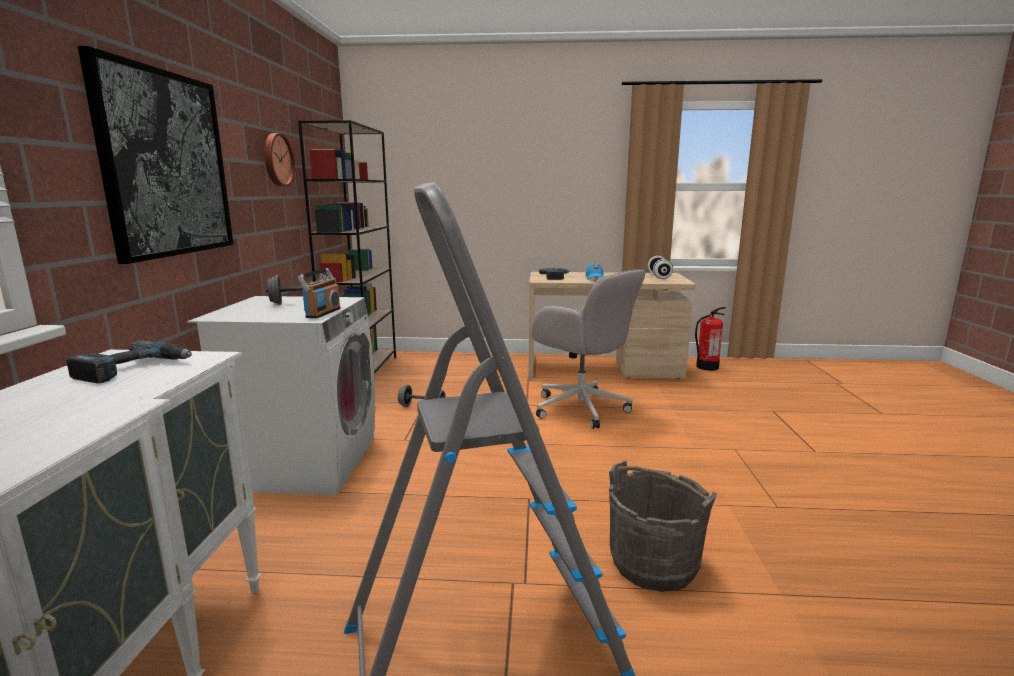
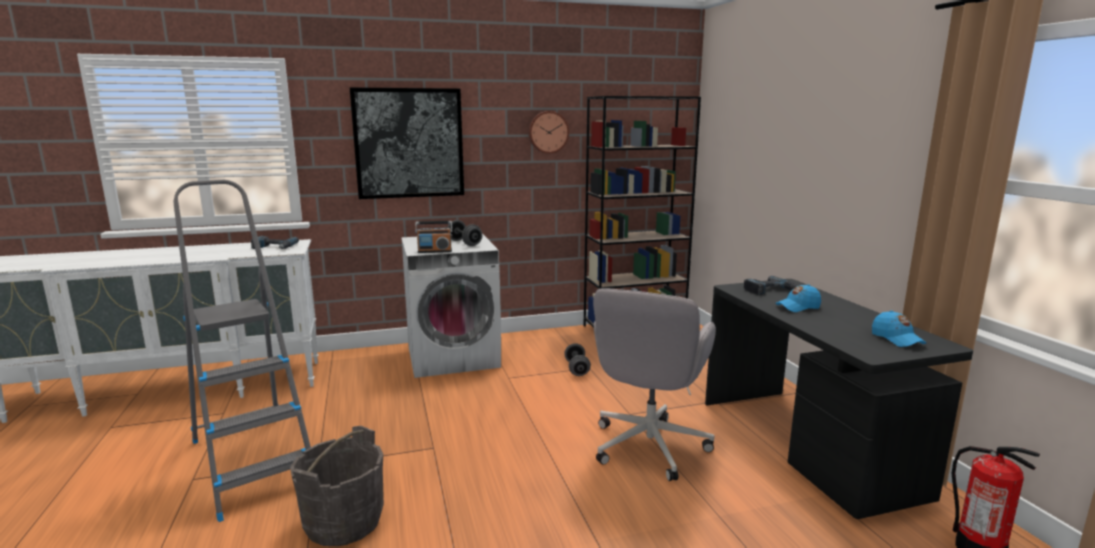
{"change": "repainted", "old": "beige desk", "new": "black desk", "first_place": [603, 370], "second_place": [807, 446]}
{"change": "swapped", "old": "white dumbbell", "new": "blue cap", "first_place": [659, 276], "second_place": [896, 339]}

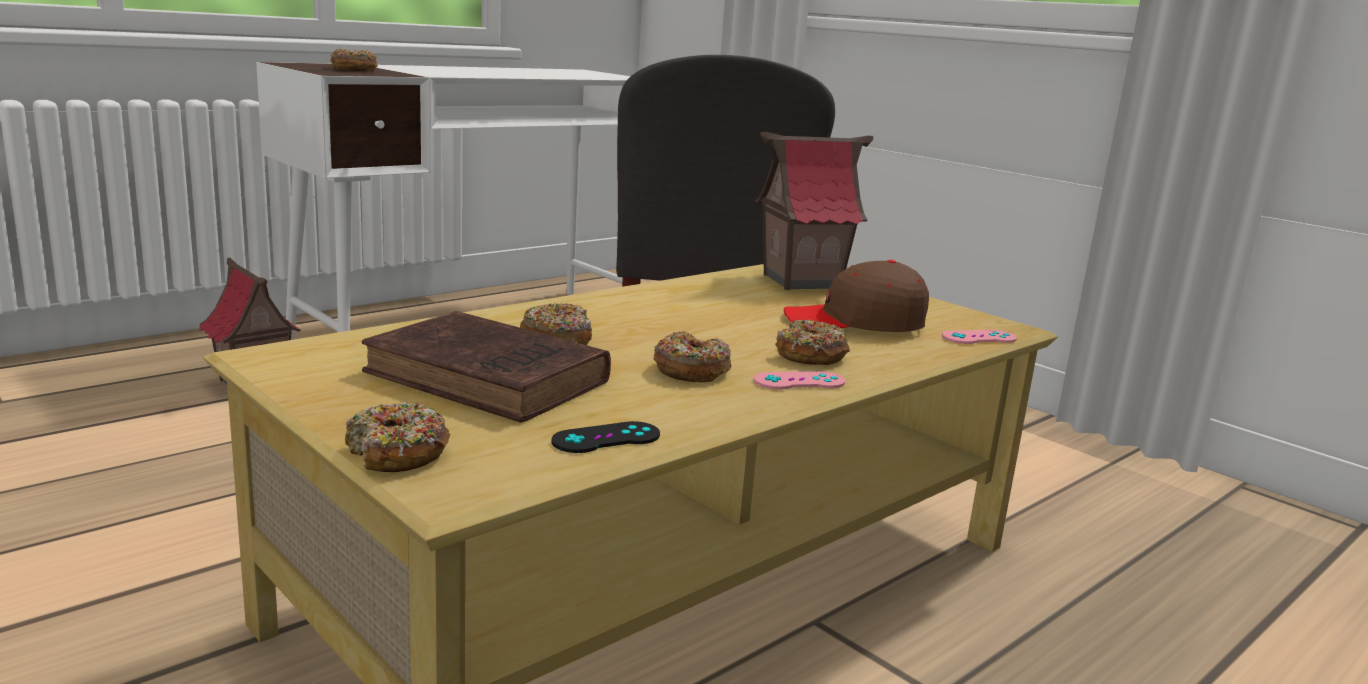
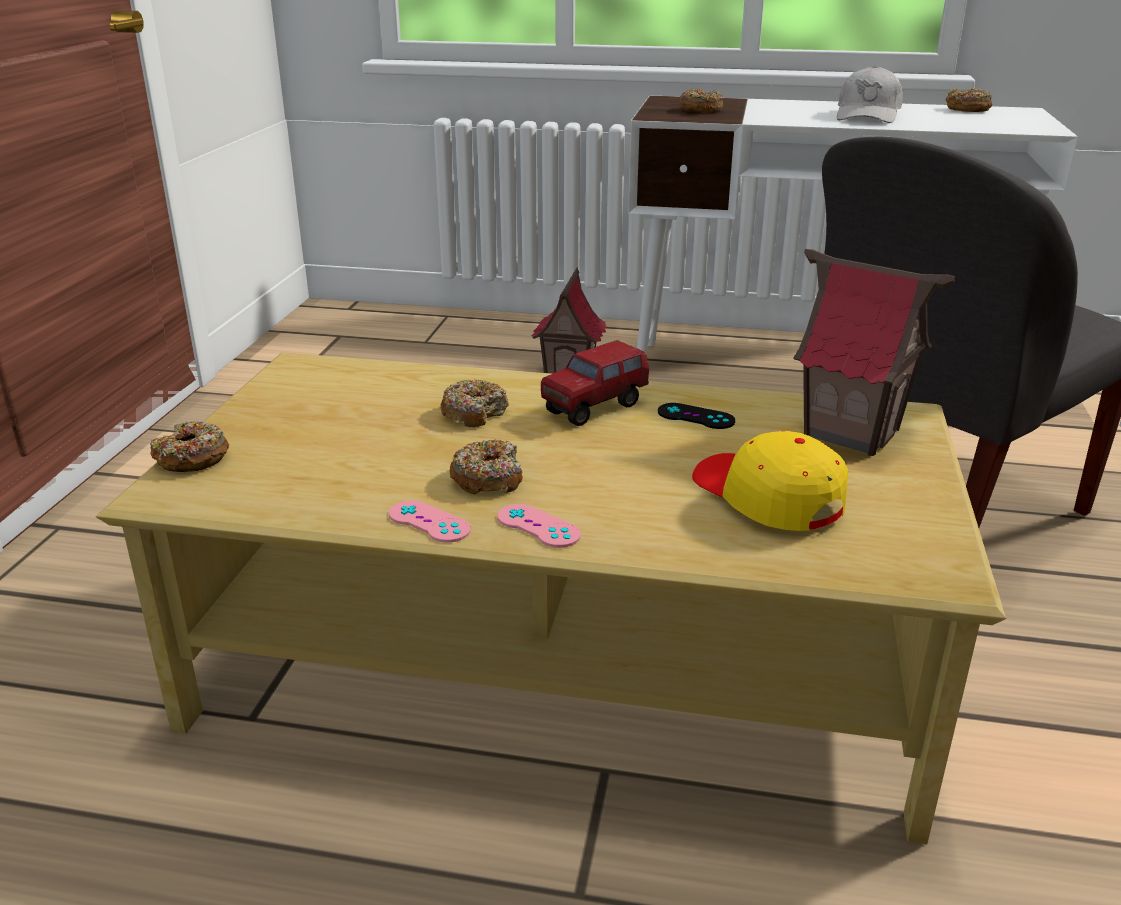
{"change": "gone", "old": "brown book", "first_place": [492, 379]}
{"change": "shifted", "old": "black game controller", "first_place": [606, 438], "second_place": [695, 416]}
{"change": "shifted", "old": "donut", "first_place": [810, 355], "second_place": [967, 109]}
{"change": "repainted", "old": "brown cap", "new": "yellow cap", "first_place": [855, 323], "second_place": [767, 497]}
{"change": "shifted", "old": "pink game controller", "first_place": [979, 338], "second_place": [429, 522]}
{"change": "new", "new": "toy truck", "second_place": [595, 408]}
{"change": "new", "new": "white cap", "second_place": [868, 115]}

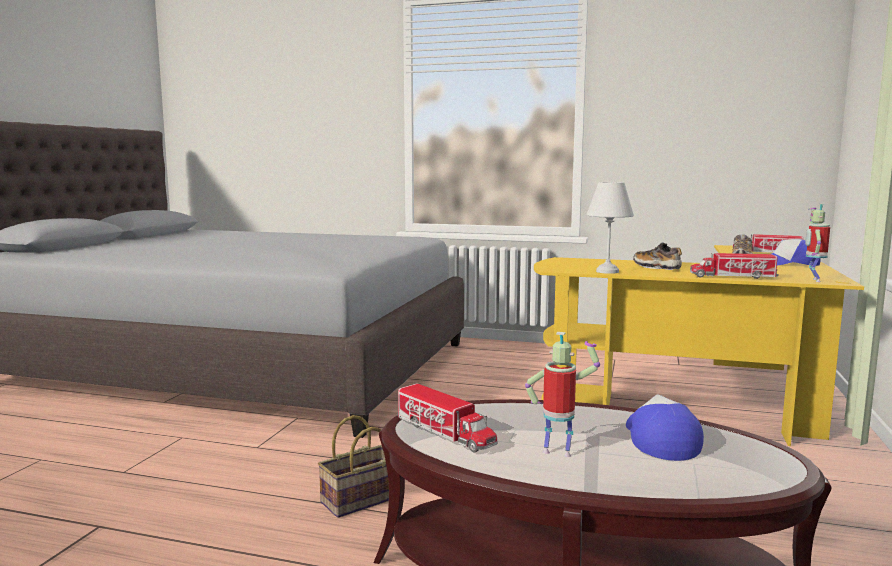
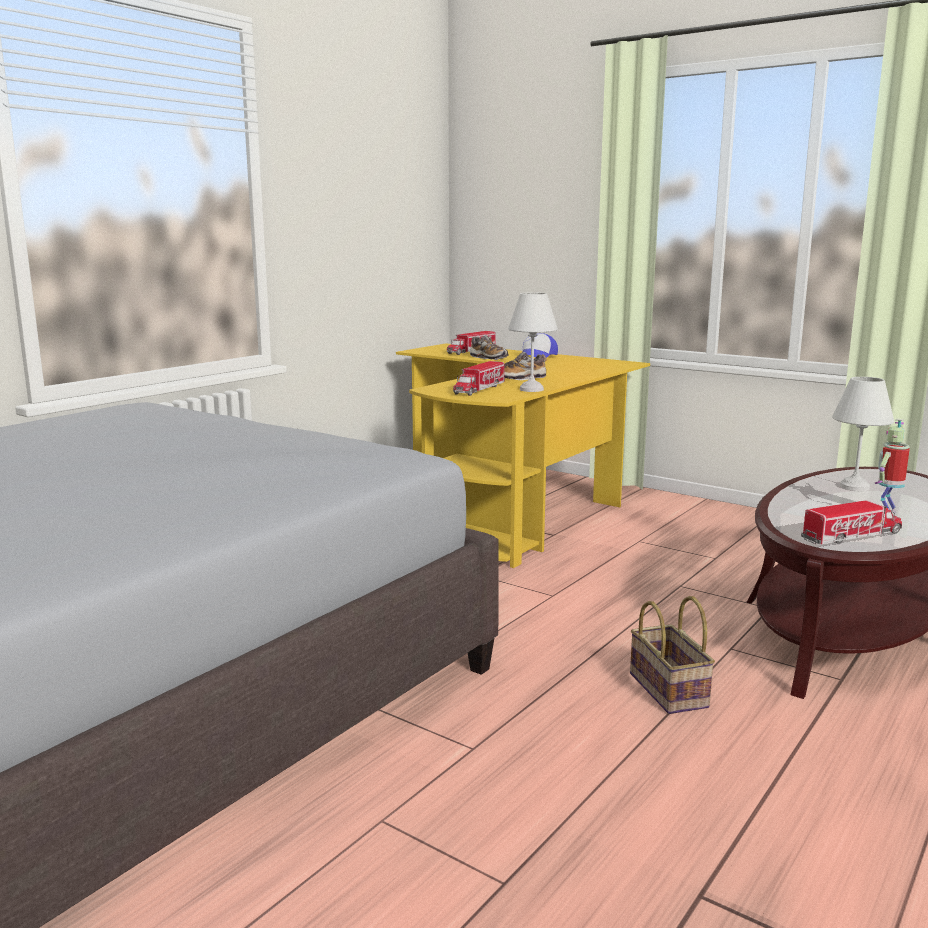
{"change": "swapped", "old": "cap", "new": "white table lamp", "first_place": [659, 440], "second_place": [856, 487]}
{"change": "shifted", "old": "toy truck", "first_place": [733, 277], "second_place": [479, 389]}
{"change": "gone", "old": "toy robot", "first_place": [813, 280]}

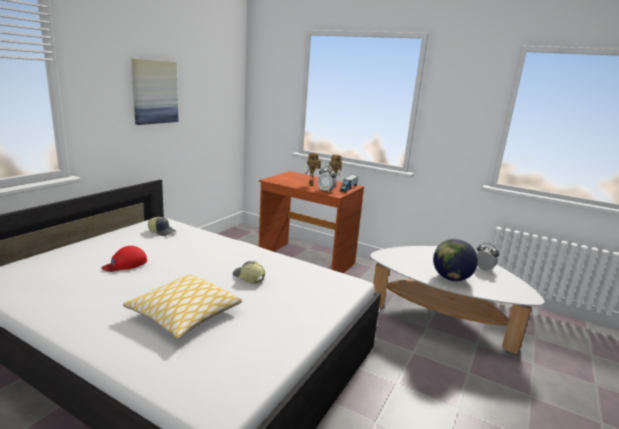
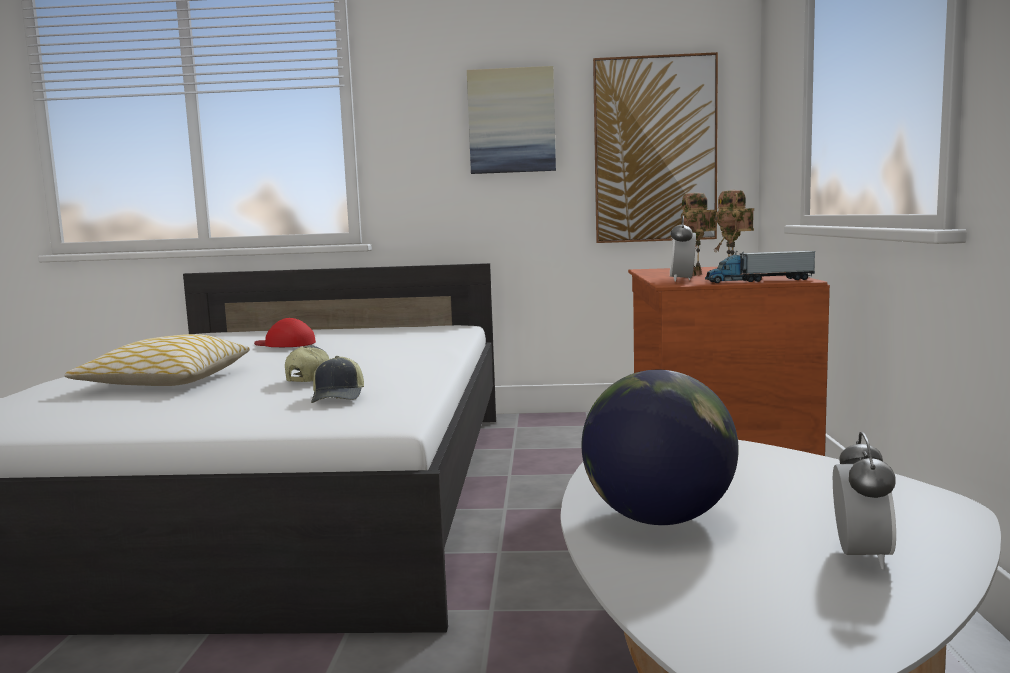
{"change": "shifted", "old": "cap", "first_place": [162, 232], "second_place": [339, 397]}
{"change": "new", "new": "picture", "second_place": [654, 150]}

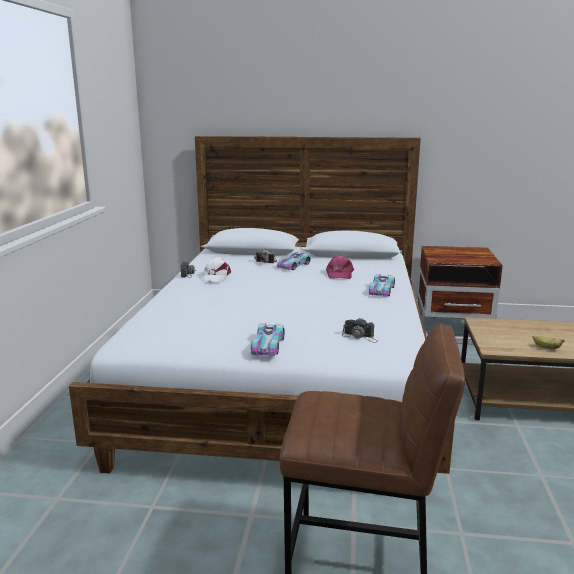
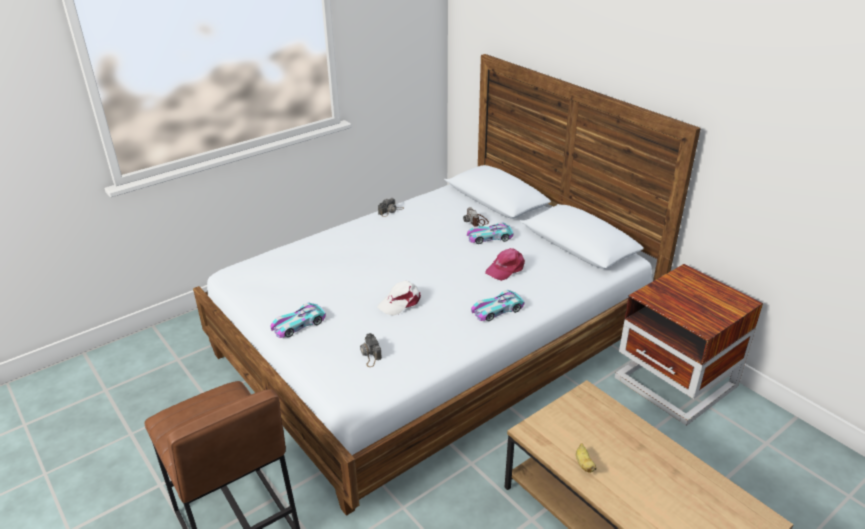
{"change": "shifted", "old": "white cap", "first_place": [215, 276], "second_place": [400, 302]}

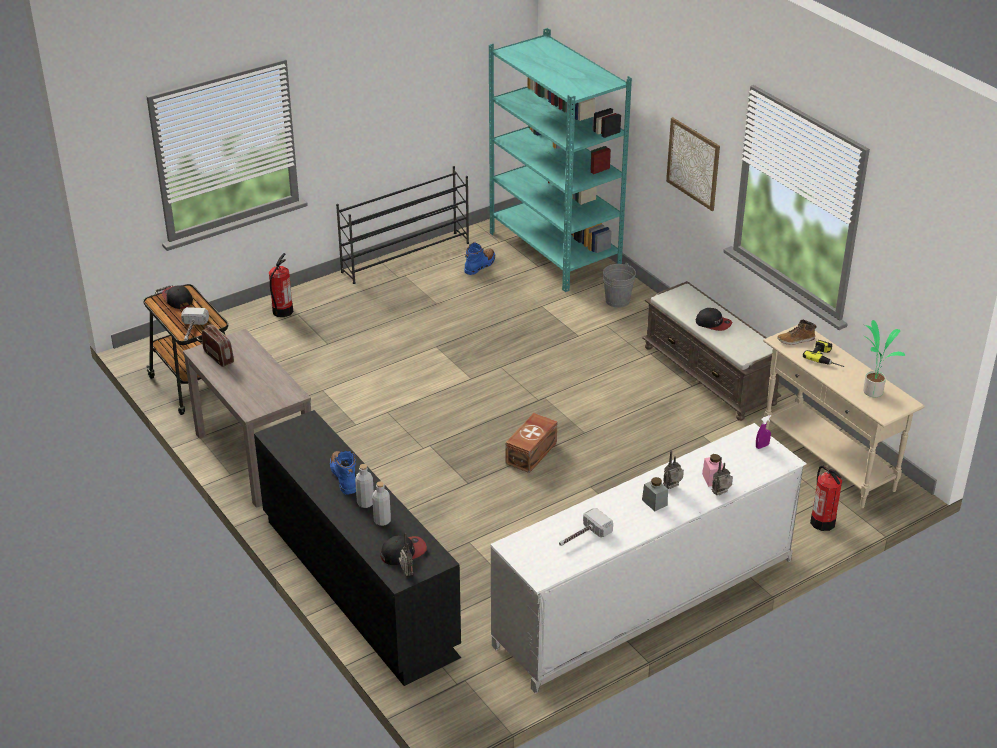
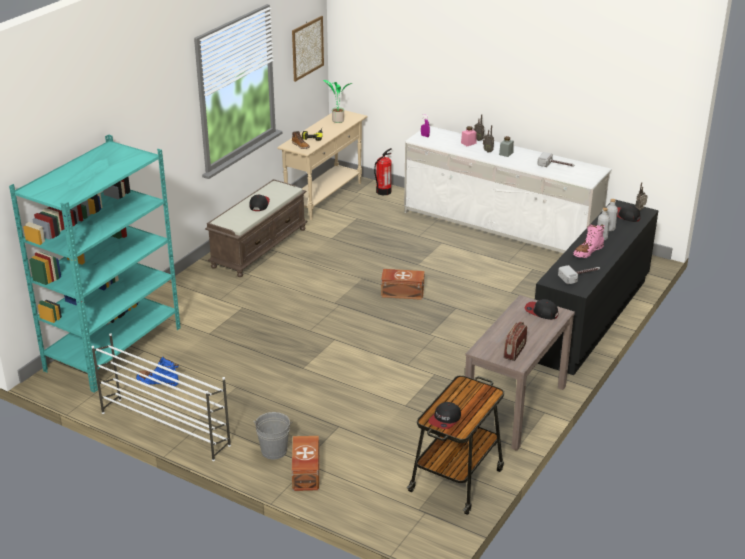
{"change": "shifted", "old": "hammer", "first_place": [192, 330], "second_place": [580, 276]}
{"change": "swapped", "old": "fire extinguisher", "new": "brown storage box", "first_place": [282, 311], "second_place": [305, 473]}
{"change": "repainted", "old": "blue boot", "new": "pink boot", "first_place": [344, 477], "second_place": [588, 251]}
{"change": "repainted", "old": "black shoe rack", "new": "white shoe rack", "first_place": [406, 257], "second_place": [164, 428]}
{"change": "shifted", "old": "grey bucket", "first_place": [617, 300], "second_place": [274, 451]}
{"change": "shifted", "old": "picture", "first_place": [693, 162], "second_place": [307, 47]}
{"change": "new", "new": "cap", "second_place": [541, 312]}

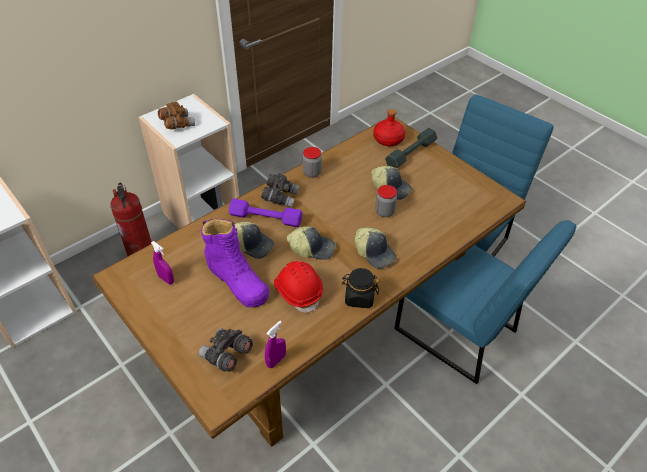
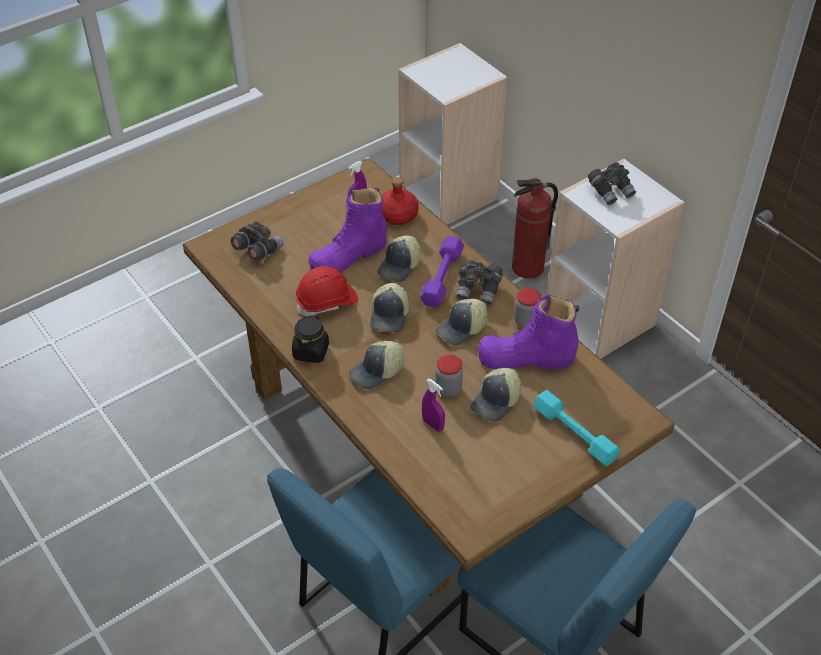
{"change": "repainted", "old": "brown binoculars", "new": "grey binoculars", "first_place": [177, 124], "second_place": [611, 191]}
{"change": "shifted", "old": "purple spray bottle", "first_place": [276, 360], "second_place": [433, 424]}
{"change": "shifted", "old": "red bottle", "first_place": [388, 139], "second_place": [398, 215]}
{"change": "repainted", "old": "grey dumbbell", "new": "turquoise dumbbell", "first_place": [410, 153], "second_place": [575, 433]}
{"change": "new", "new": "cap", "second_place": [462, 329]}
{"change": "new", "new": "purple boot", "second_place": [526, 357]}

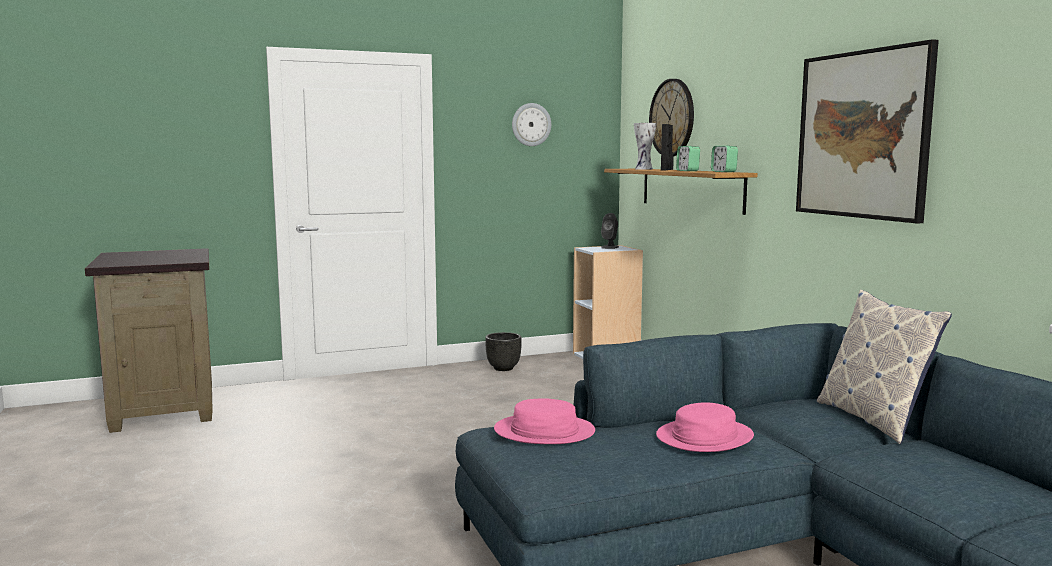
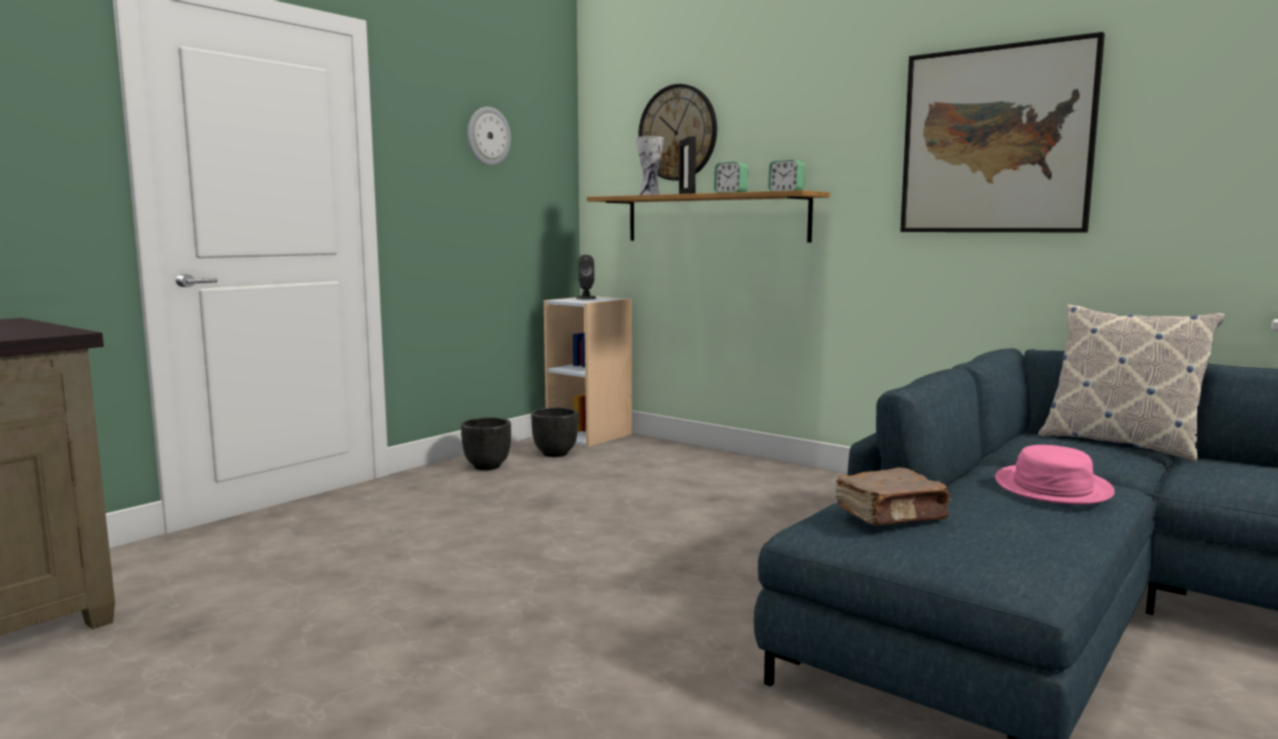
{"change": "swapped", "old": "pink hat", "new": "brown book", "first_place": [544, 432], "second_place": [892, 515]}
{"change": "new", "new": "black planter", "second_place": [556, 454]}

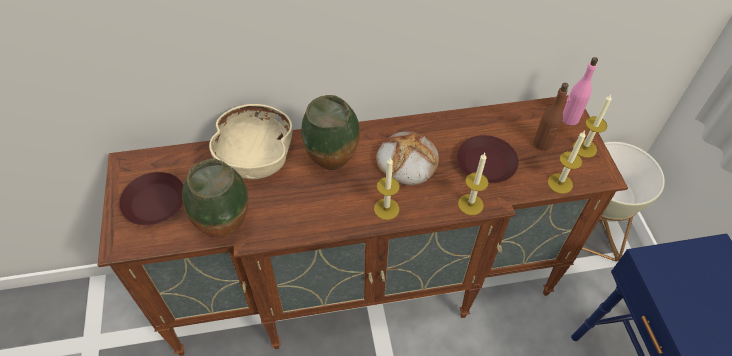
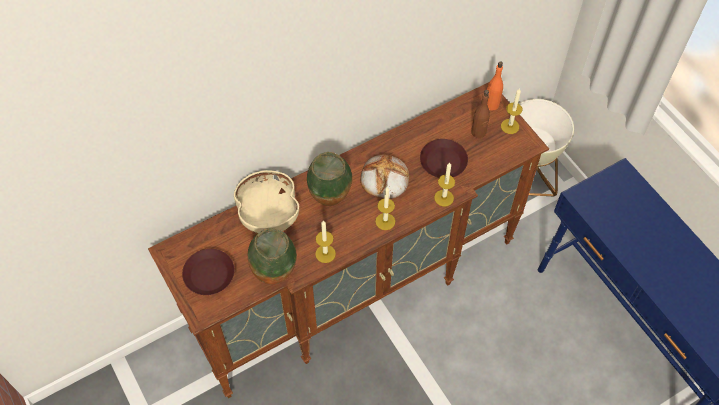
{"change": "shifted", "old": "candle", "first_place": [560, 183], "second_place": [325, 254]}
{"change": "repainted", "old": "pink bottle", "new": "orange bottle", "first_place": [569, 118], "second_place": [491, 104]}

